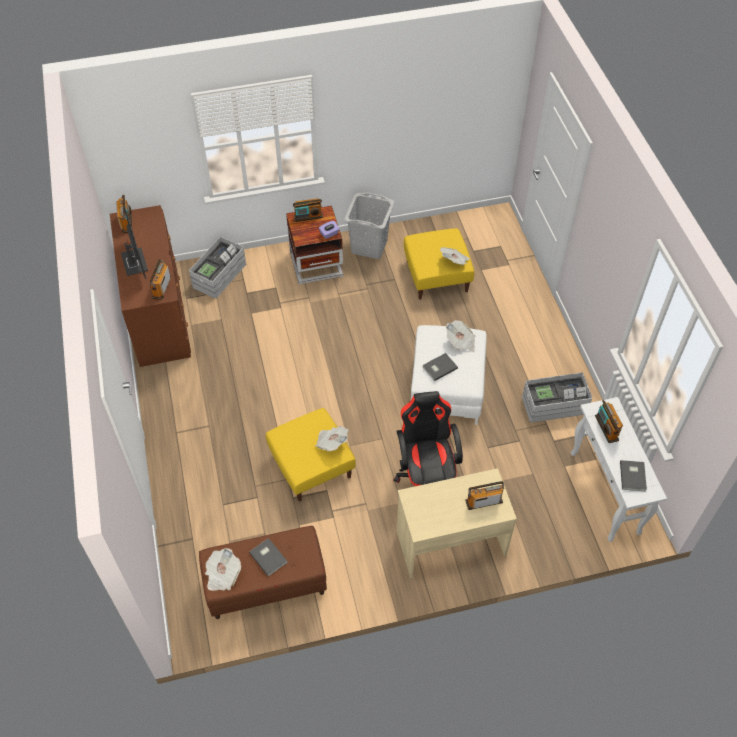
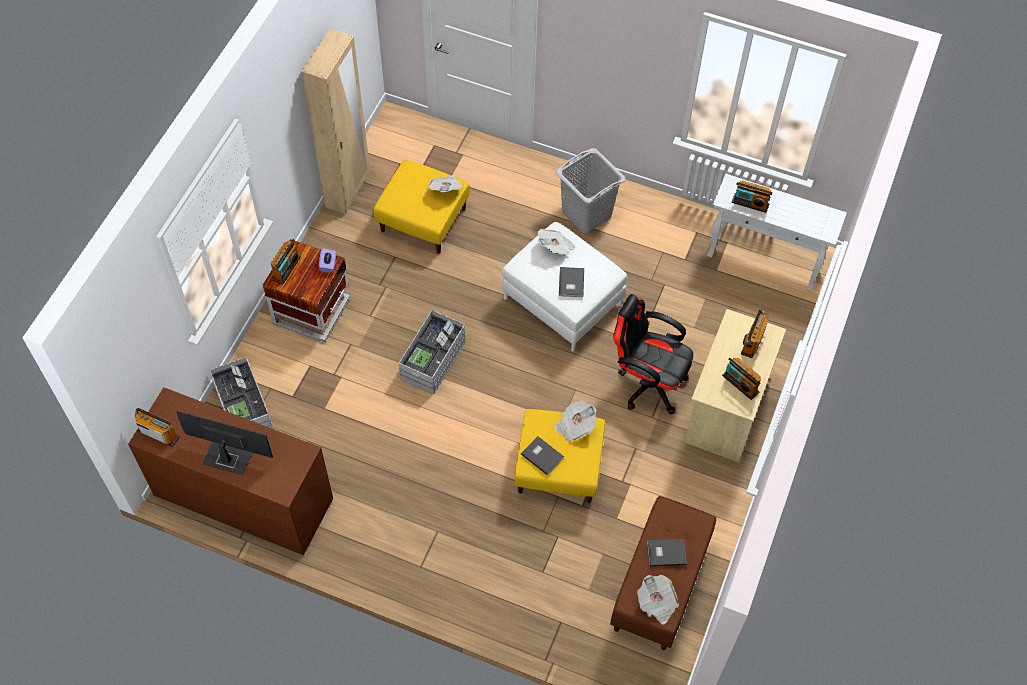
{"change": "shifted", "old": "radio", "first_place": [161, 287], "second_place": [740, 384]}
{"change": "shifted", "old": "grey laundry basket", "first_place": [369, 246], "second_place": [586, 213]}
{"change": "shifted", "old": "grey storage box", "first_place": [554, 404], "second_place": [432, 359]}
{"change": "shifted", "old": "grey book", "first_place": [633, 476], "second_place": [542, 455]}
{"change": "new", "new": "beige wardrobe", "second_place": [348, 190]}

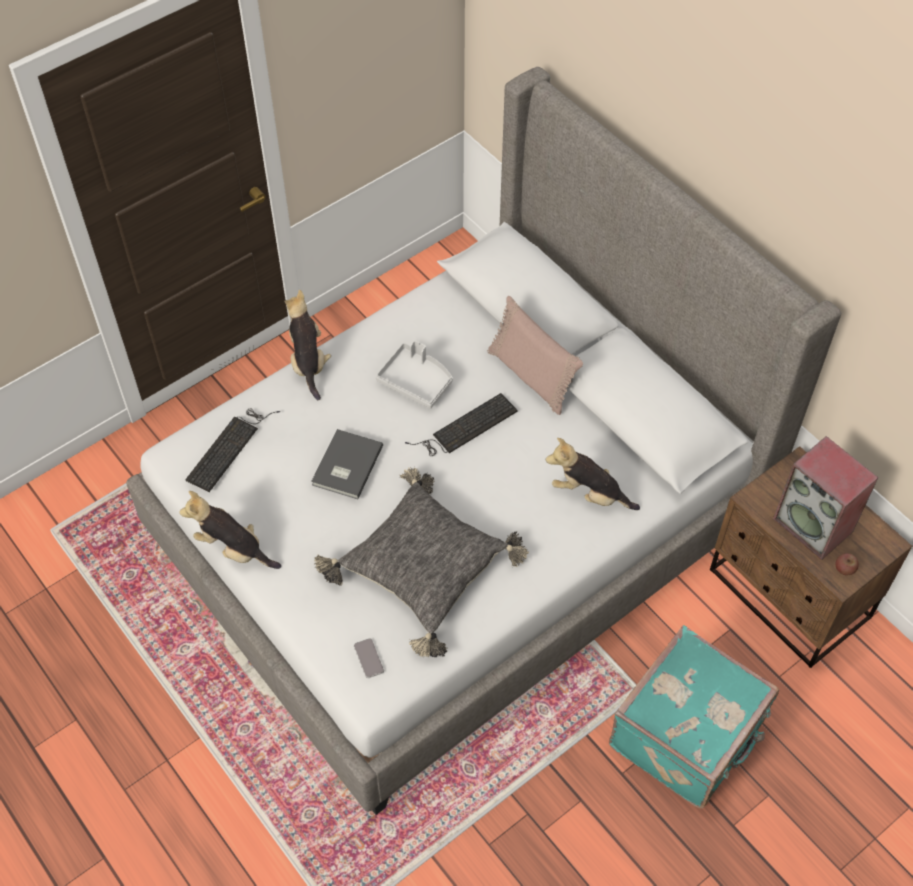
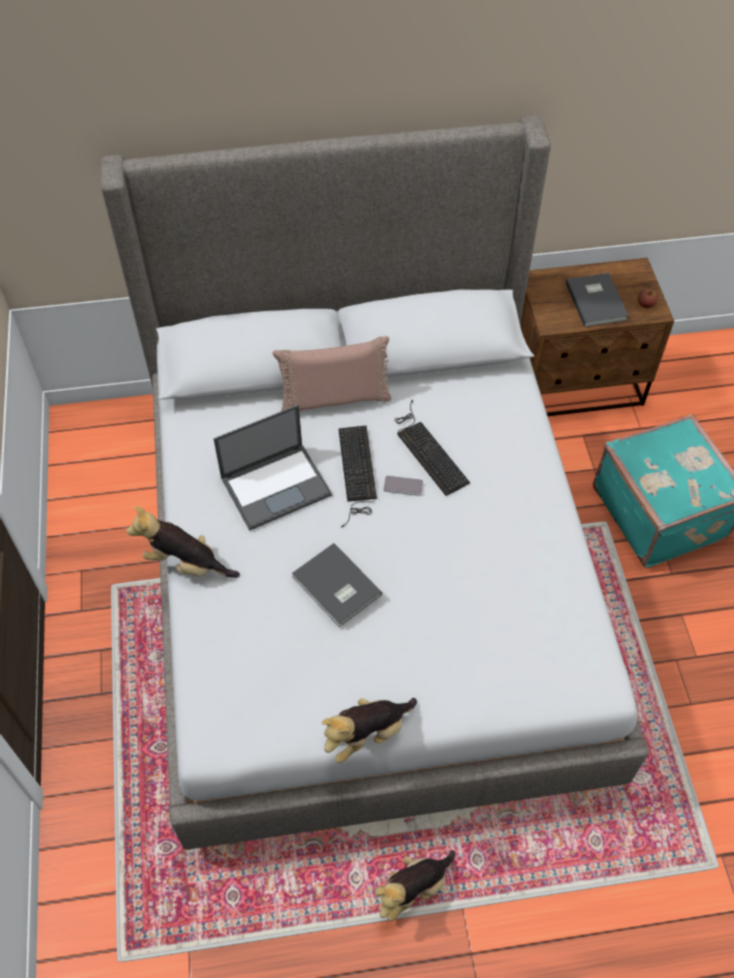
{"change": "shifted", "old": "keyboard", "first_place": [230, 447], "second_place": [428, 449]}
{"change": "gone", "old": "pillow", "first_place": [423, 566]}
{"change": "shifted", "old": "phone", "first_place": [369, 658], "second_place": [403, 486]}
{"change": "swapped", "old": "grey tray", "new": "laptop", "first_place": [416, 381], "second_place": [277, 485]}
{"change": "shifted", "old": "plush toy", "first_place": [589, 494], "second_place": [413, 889]}
{"change": "swapped", "old": "speaker", "new": "grey book", "first_place": [814, 525], "second_place": [597, 300]}

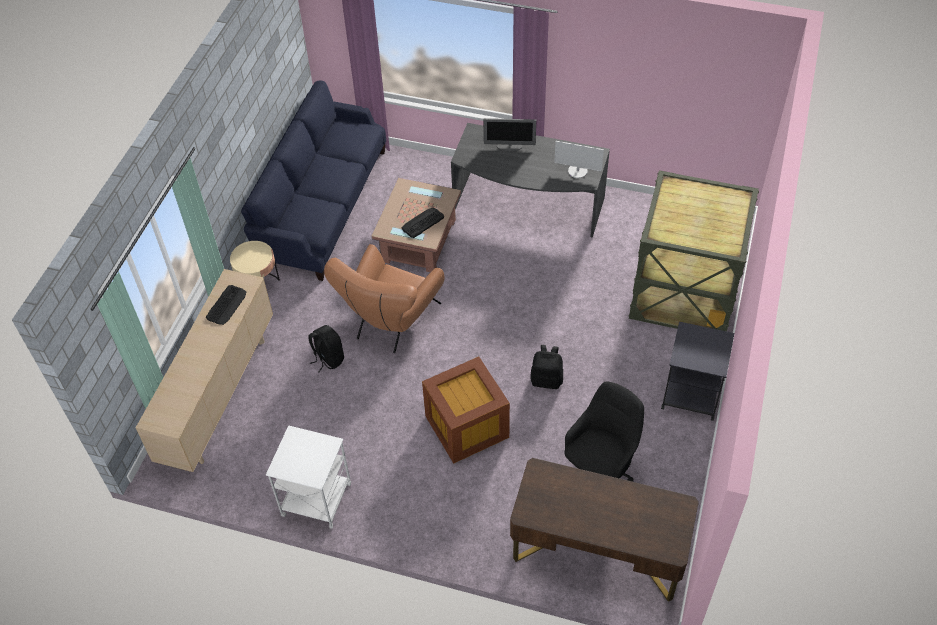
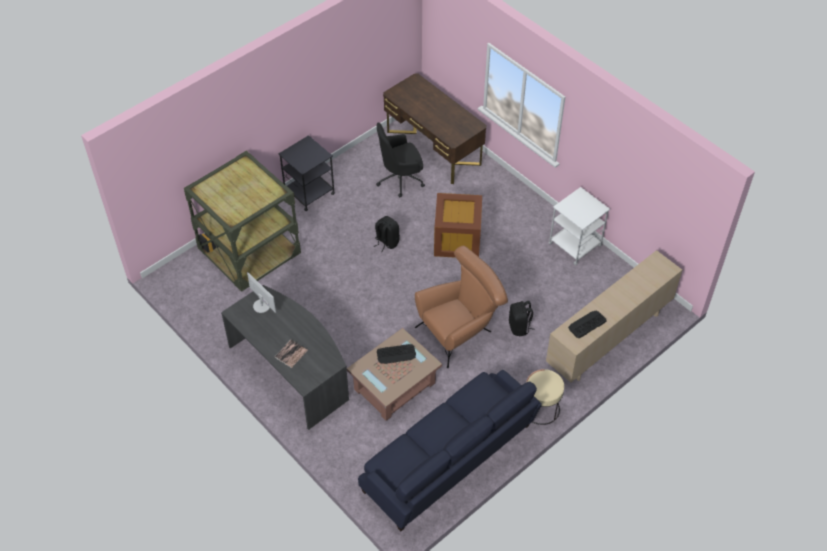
{"change": "swapped", "old": "monitor", "new": "book", "first_place": [509, 147], "second_place": [291, 354]}

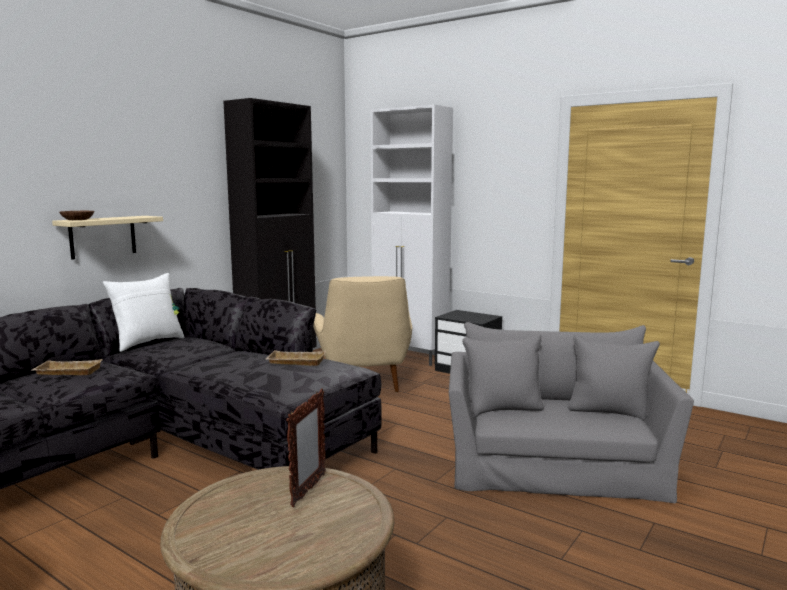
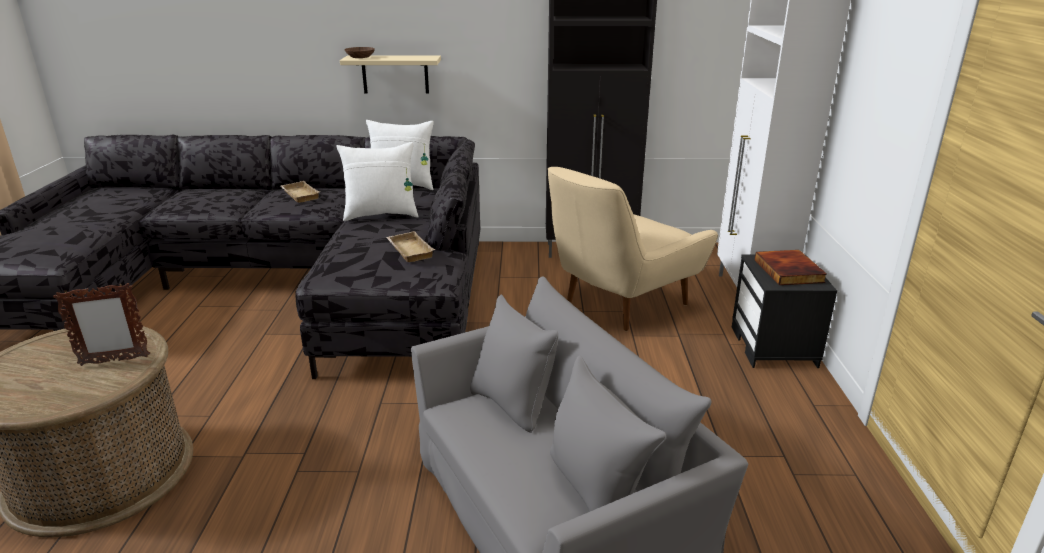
{"change": "new", "new": "white pillow", "second_place": [381, 215]}
{"change": "new", "new": "book", "second_place": [790, 271]}

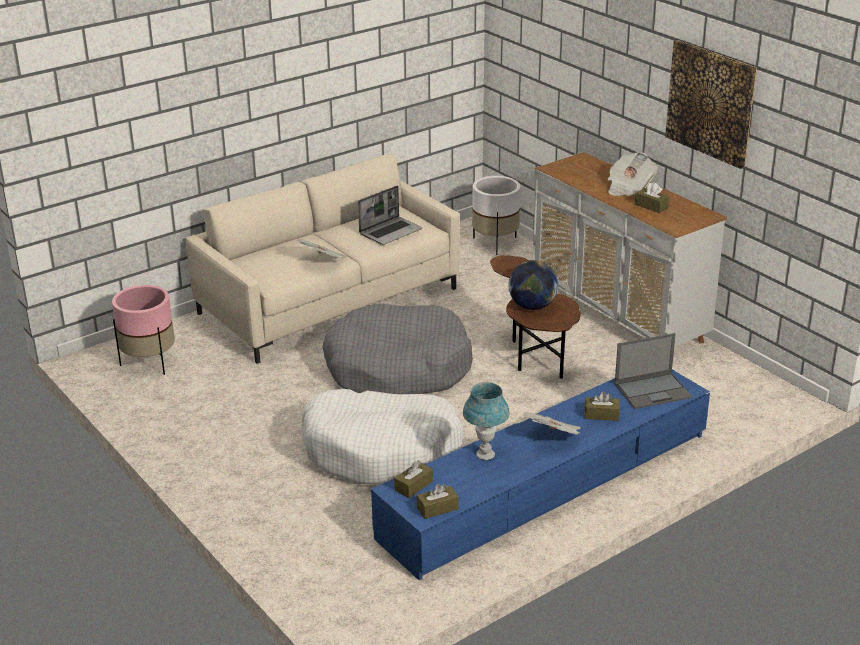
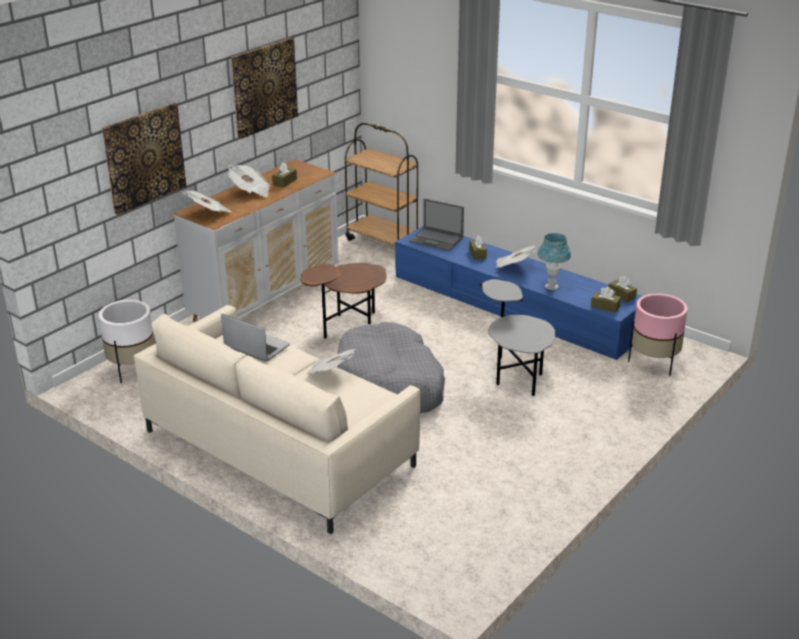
{"change": "shifted", "old": "pink planter", "first_place": [149, 362], "second_place": [654, 362]}
{"change": "swapped", "old": "white dog bed", "new": "grey side table", "first_place": [382, 451], "second_place": [513, 374]}
{"change": "gone", "old": "globe", "first_place": [532, 306]}
{"change": "rotated", "old": "laptop", "first_place": [653, 390], "second_place": [437, 240], "degrees": 150}
{"change": "new", "new": "picture", "second_place": [144, 157]}
{"change": "new", "new": "newspaper", "second_place": [209, 213]}
{"change": "new", "new": "brown cart", "second_place": [383, 243]}

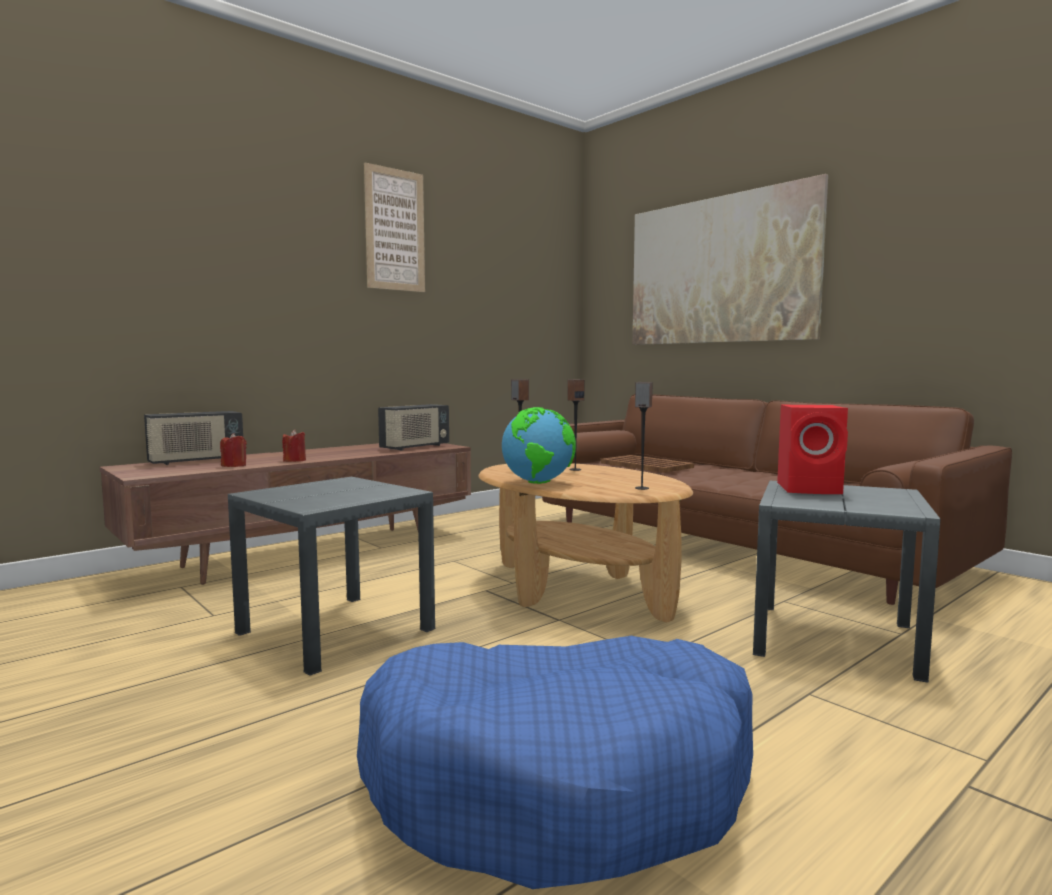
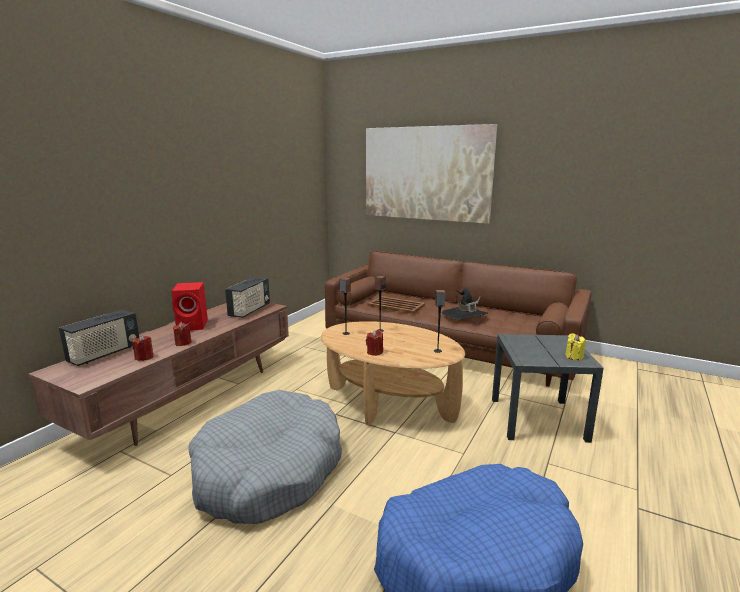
{"change": "swapped", "old": "grey side table", "new": "grey dog bed", "first_place": [336, 630], "second_place": [268, 471]}
{"change": "gone", "old": "picture", "first_place": [395, 230]}
{"change": "swapped", "old": "globe", "new": "red candle", "first_place": [538, 483], "second_place": [374, 352]}
{"change": "shifted", "old": "red speaker", "first_place": [811, 489], "second_place": [193, 325]}
{"change": "new", "new": "black hat", "second_place": [464, 315]}
{"change": "new", "new": "yellow candle", "second_place": [574, 356]}

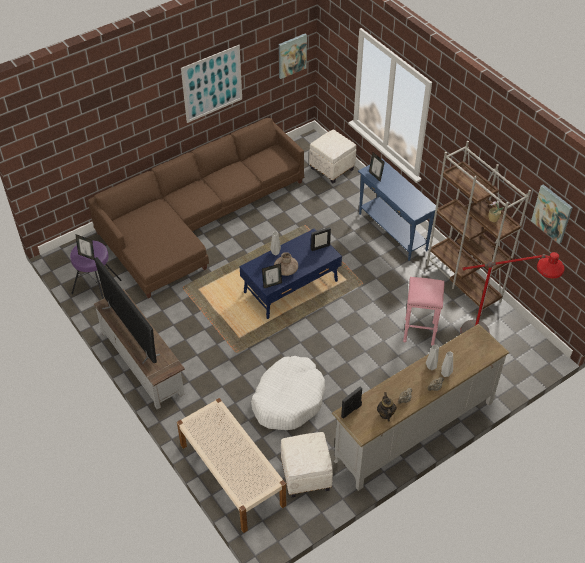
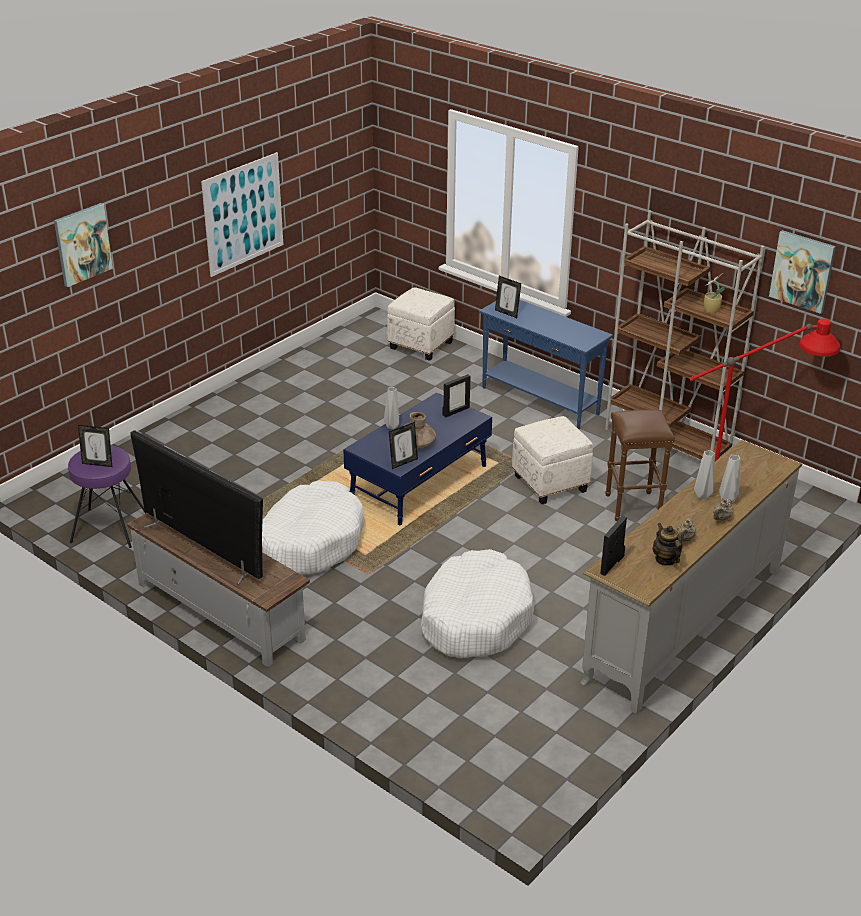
{"change": "gone", "old": "brown sofa", "first_place": [196, 219]}
{"change": "gone", "old": "beige bench", "first_place": [231, 475]}
{"change": "shifted", "old": "picture", "first_place": [292, 55], "second_place": [82, 244]}
{"change": "shifted", "old": "white ottoman", "first_place": [305, 475], "second_place": [549, 483]}
{"change": "repainted", "old": "pink stool", "new": "brown stool", "first_place": [418, 332], "second_place": [632, 507]}
{"change": "new", "new": "white dog bed", "second_place": [310, 541]}

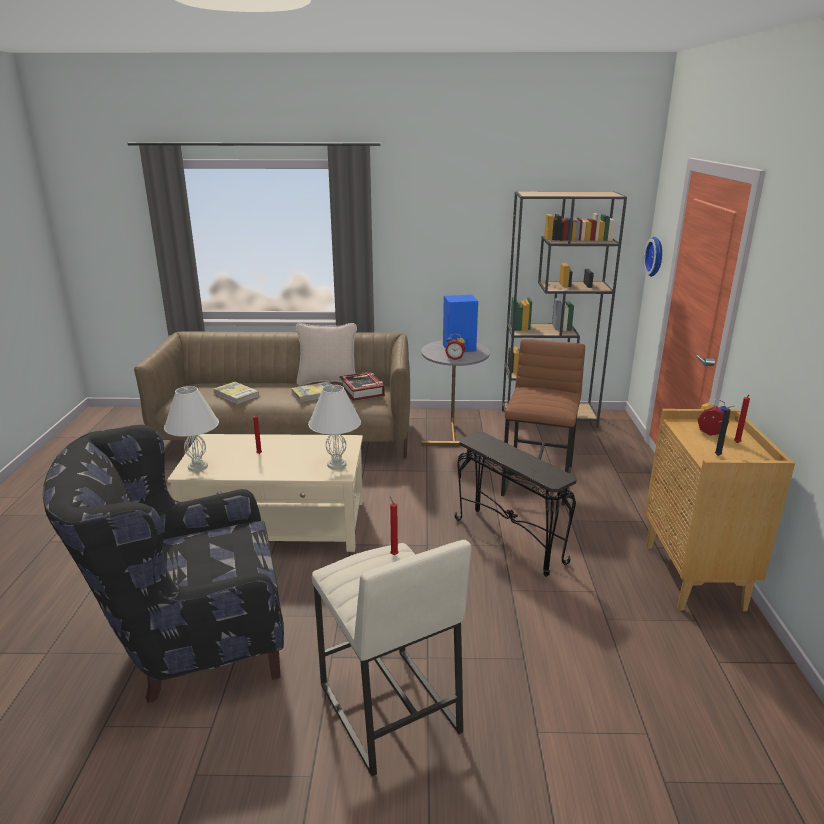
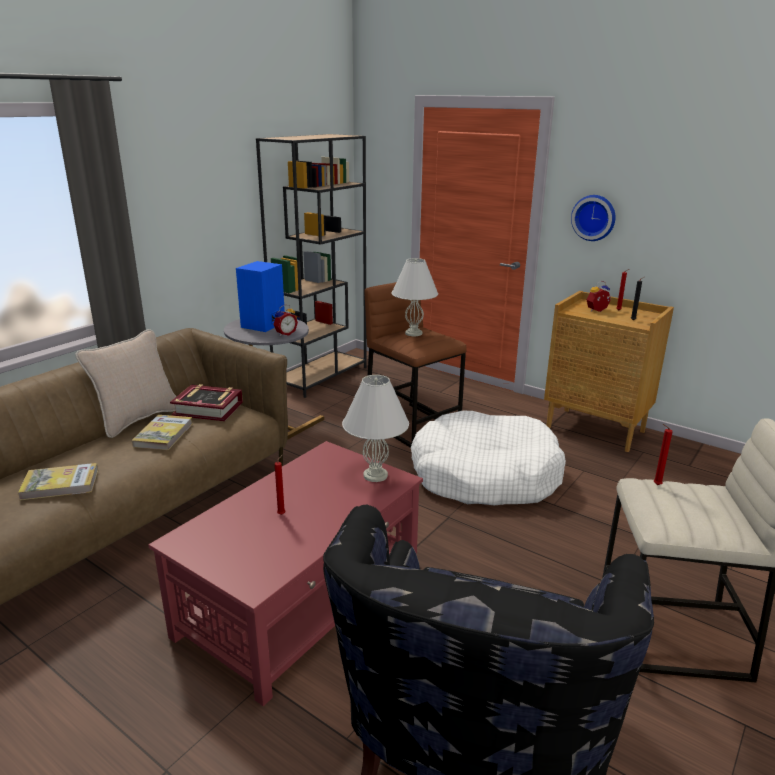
{"change": "shifted", "old": "white table lamp", "first_place": [197, 467], "second_place": [414, 333]}
{"change": "repainted", "old": "beige coffee table", "new": "red coffee table", "first_place": [278, 524], "second_place": [303, 597]}
{"change": "swapped", "old": "black side table", "new": "white dog bed", "first_place": [509, 541], "second_place": [484, 475]}
{"change": "shifted", "old": "wall clock", "first_place": [656, 256], "second_place": [594, 217]}

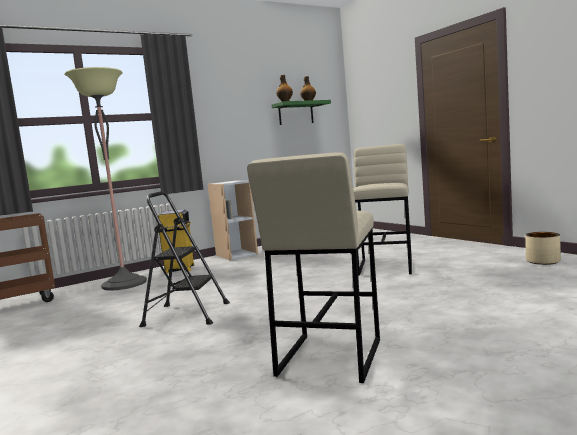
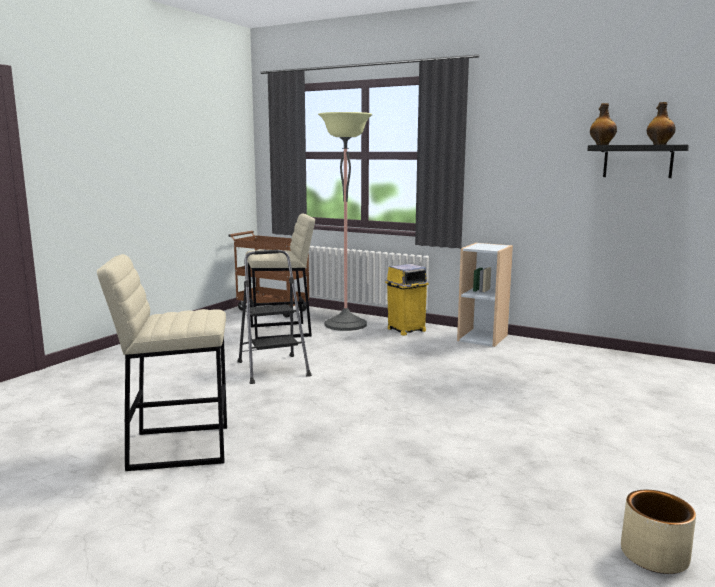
{"change": "repainted", "old": "green shelf", "new": "black shelf", "first_place": [296, 113], "second_place": [638, 161]}
{"change": "shifted", "old": "beige stool", "first_place": [385, 266], "second_place": [282, 331]}

